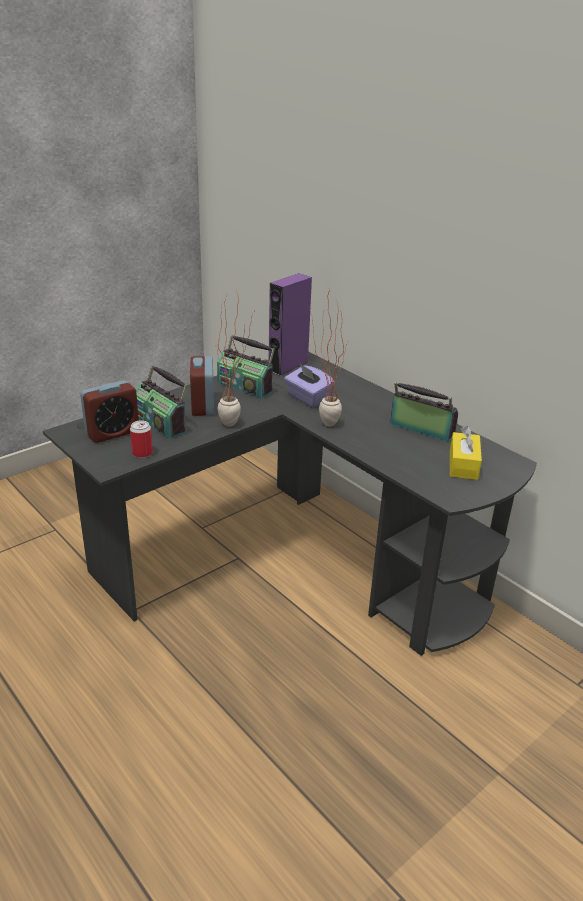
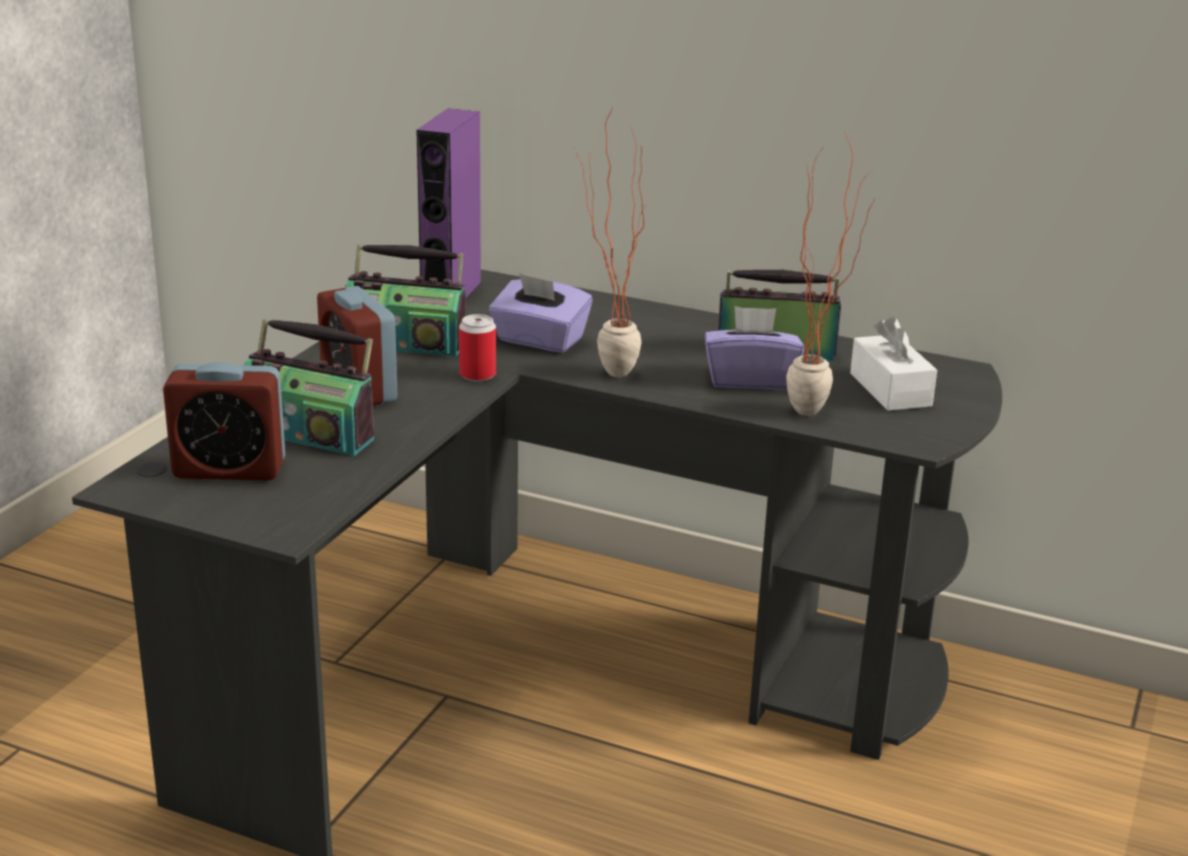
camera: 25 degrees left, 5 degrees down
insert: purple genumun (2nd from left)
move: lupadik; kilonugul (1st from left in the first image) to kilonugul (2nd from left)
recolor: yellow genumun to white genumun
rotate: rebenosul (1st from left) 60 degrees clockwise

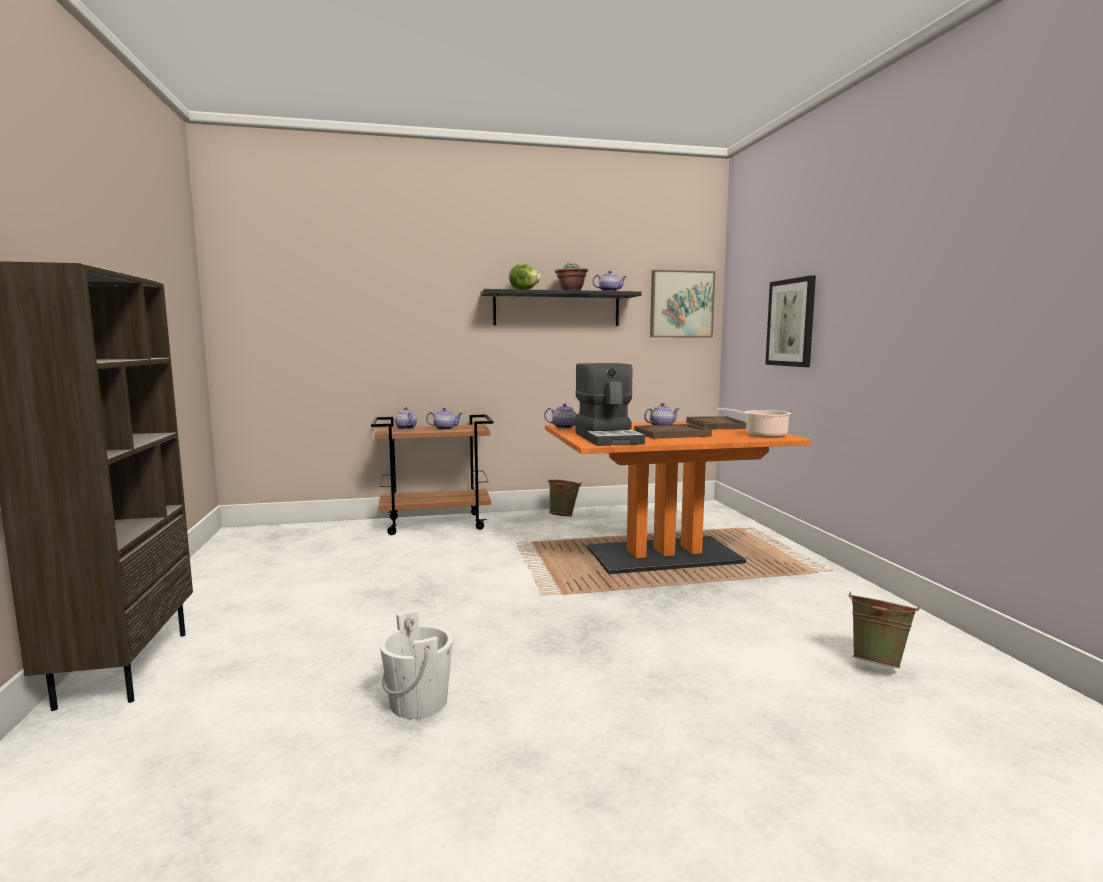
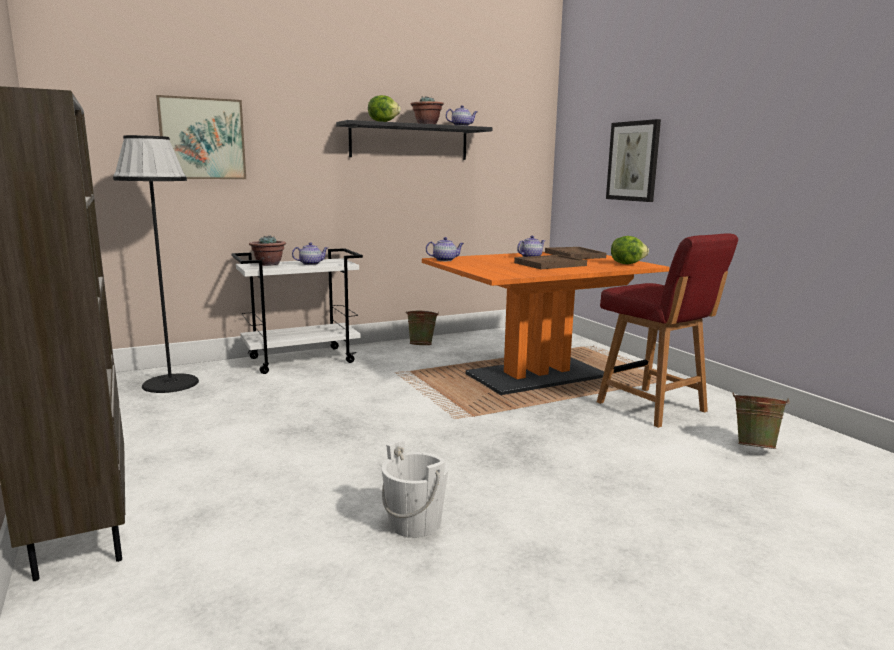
camera: 15 degrees left, 5 degrees up
delete: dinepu
insert: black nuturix; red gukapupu
move: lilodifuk (1st from left)
replace: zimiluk (1st from left) to kilonugul (1st from left); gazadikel to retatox (2nd from left)
recolor: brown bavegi to white bavegi

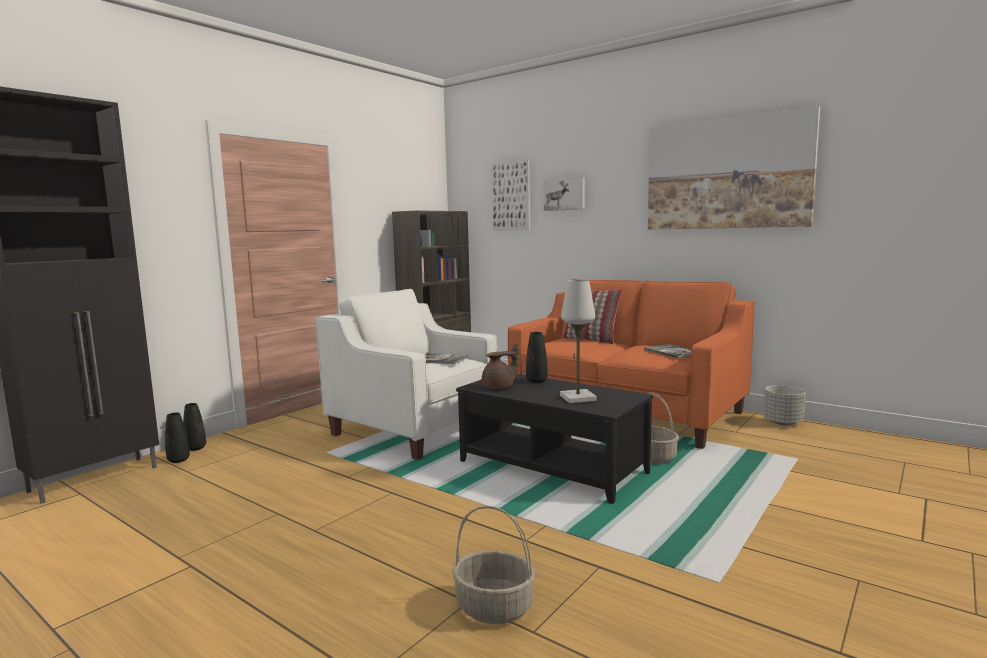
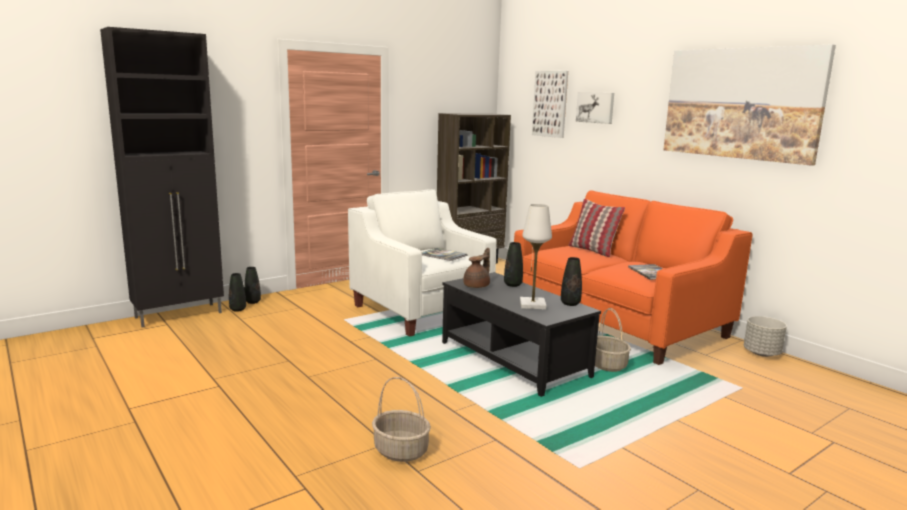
camera: 15 degrees right, 5 degrees up
insert: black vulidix (4th from left)
rotate: brown zimiluk 45 degrees counterclockwise

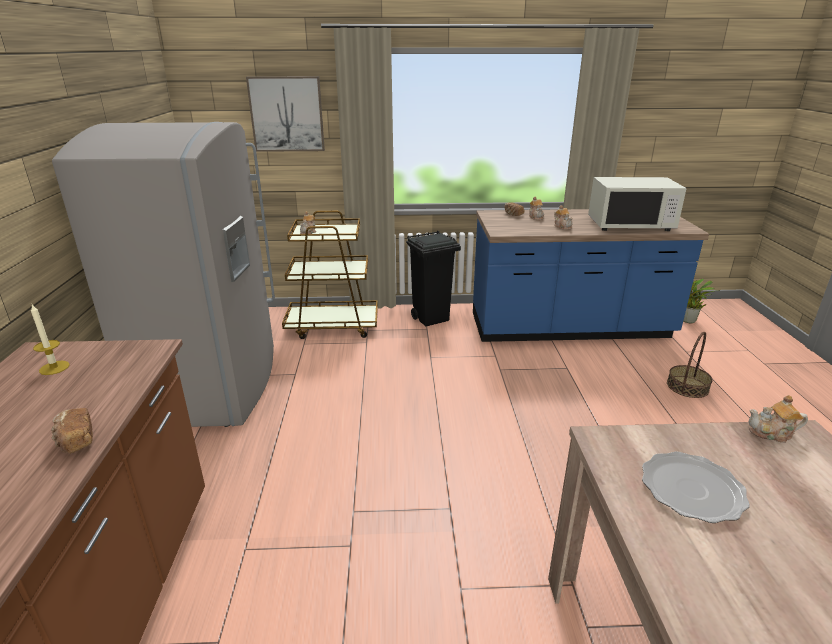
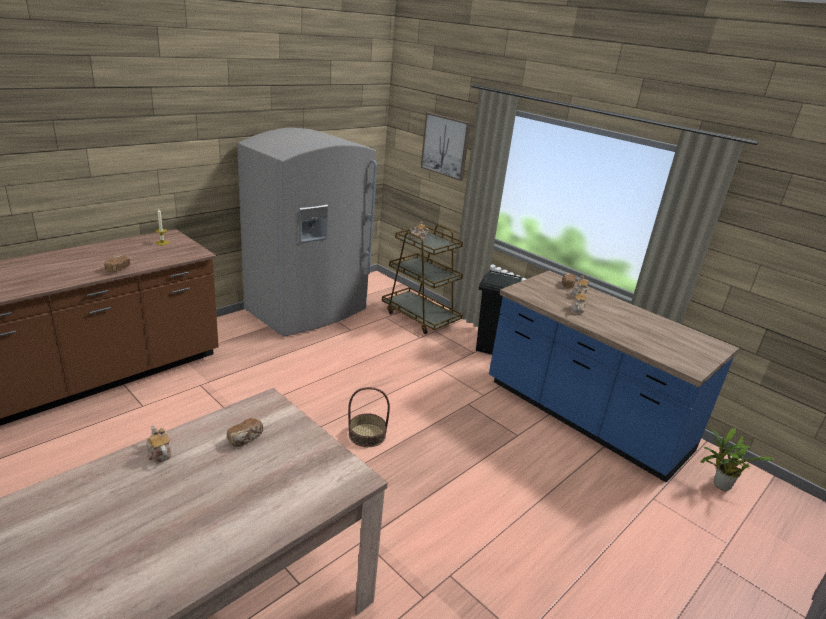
camera: 45 degrees right, 0 degrees up
delete: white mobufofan
move: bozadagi; zimiluk (4th from left in the first image) to zimiluk (1st from left)
replace: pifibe to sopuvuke (2nd from left)

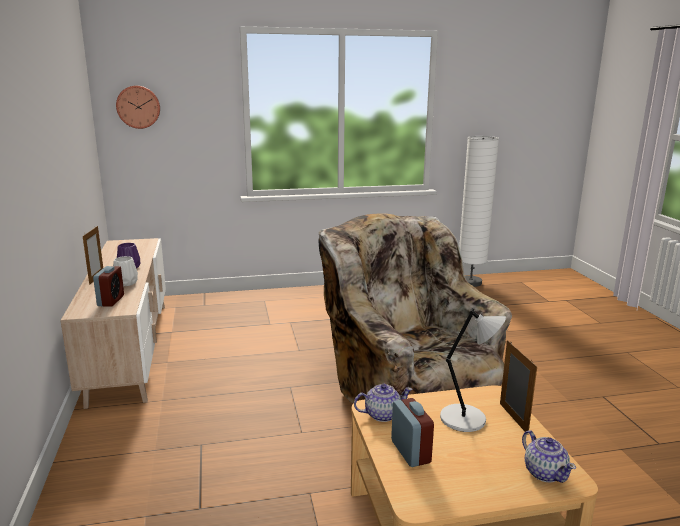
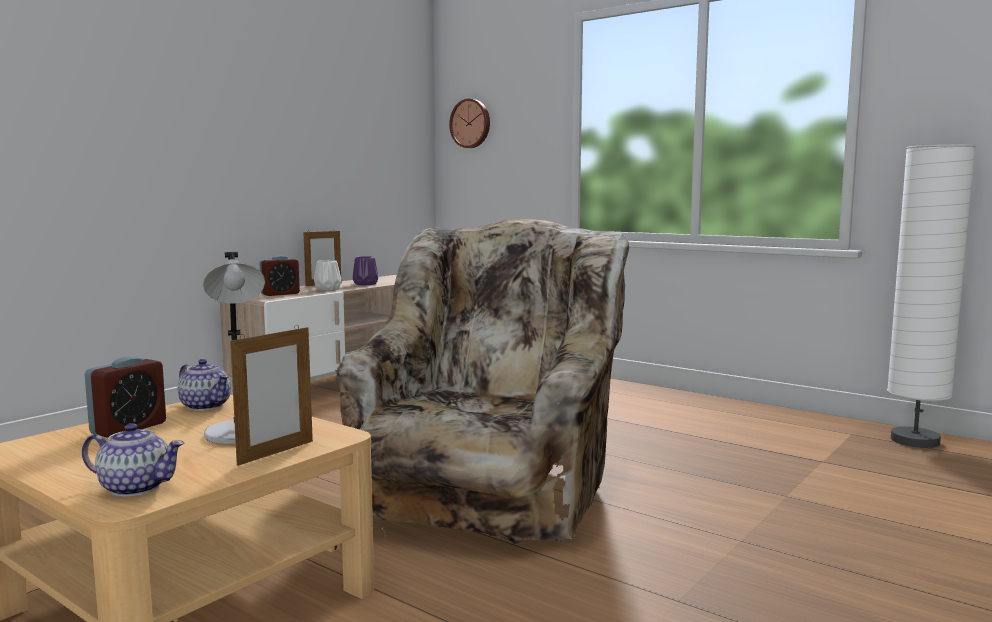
camera: 50 degrees right, 10 degrees down
rotate: zimiluk (2nd from left in the first image) 105 degrees counterclockwise

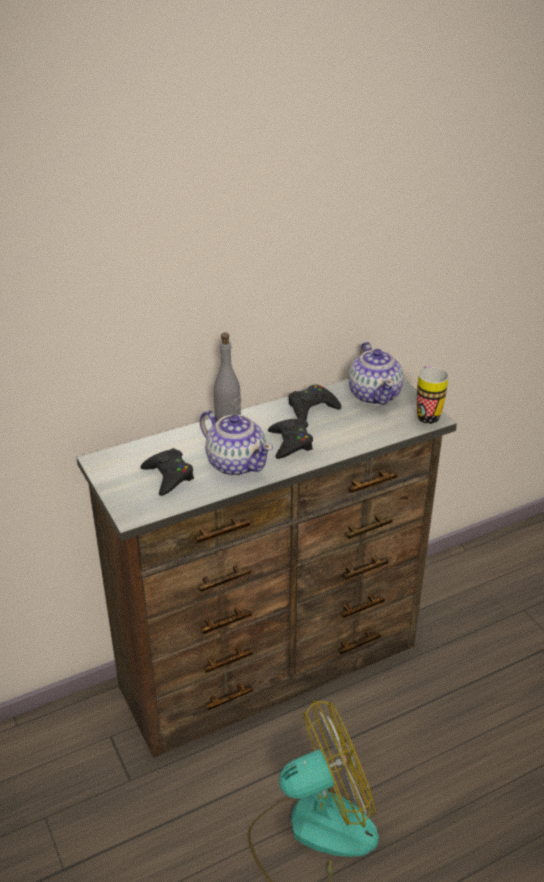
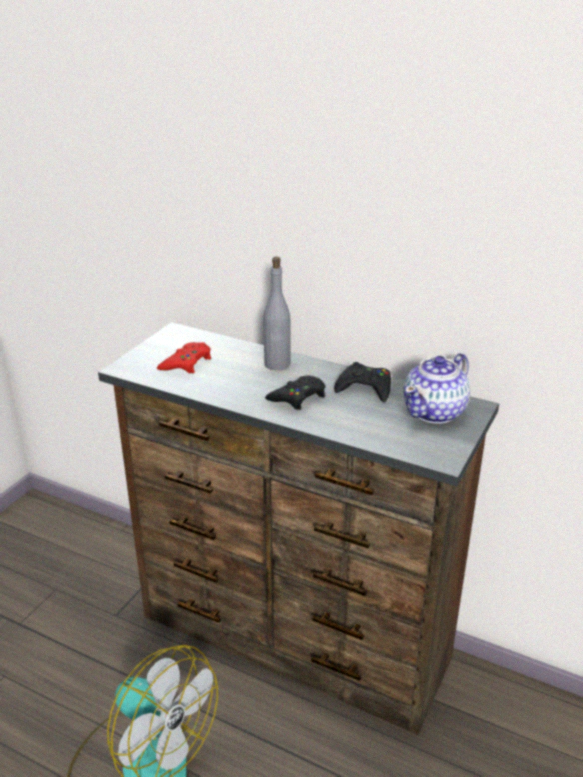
camera: 55 degrees right, 5 degrees down
delete: zimiluk (1st from left); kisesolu
recolor: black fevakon (1st from left) to red fevakon

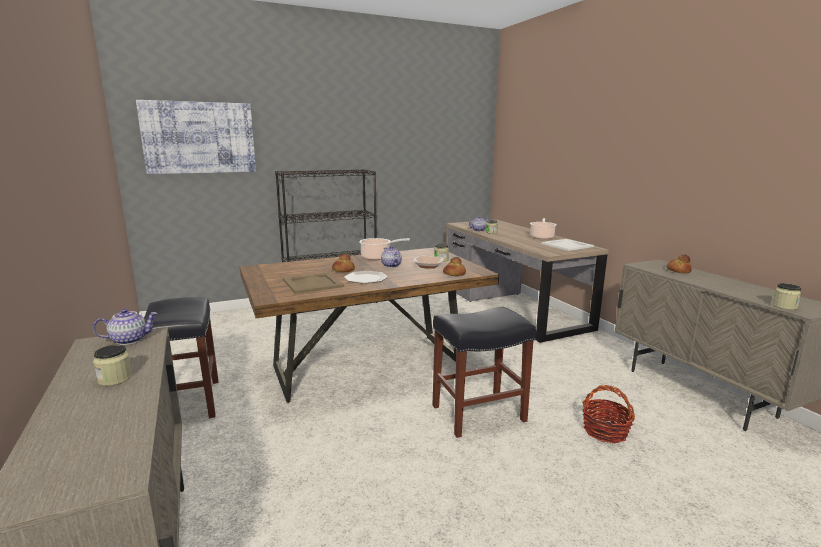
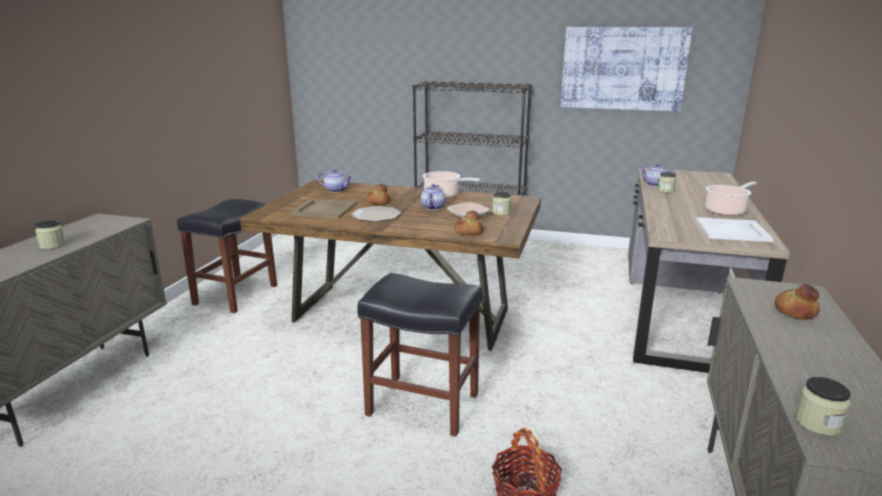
camera: 40 degrees right, 5 degrees up
move: zimiluk (1st from left); lilodifuk

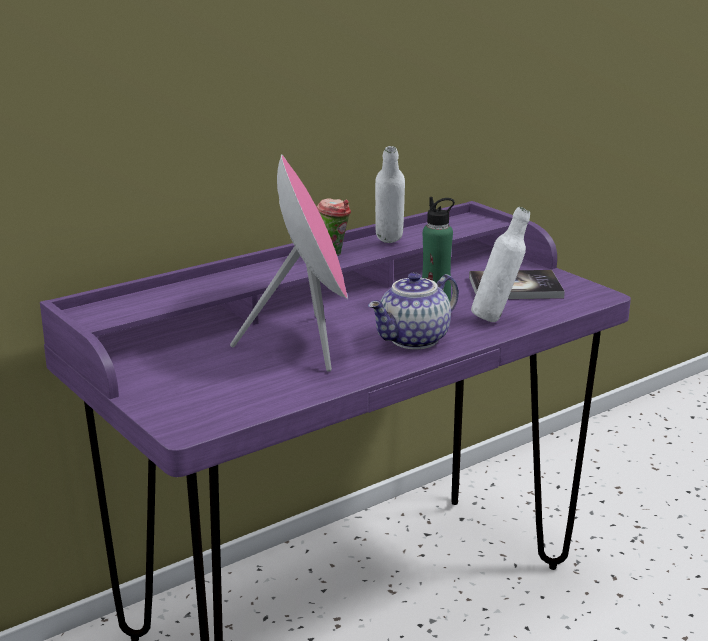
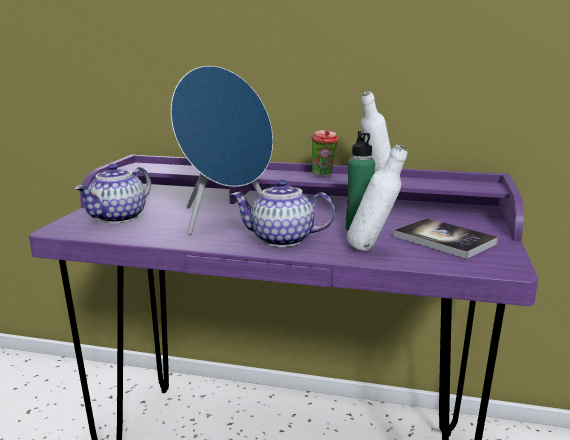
camera: 50 degrees right, 5 degrees down
insert: zimiluk (1st from left)
recolor: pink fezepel to blue fezepel

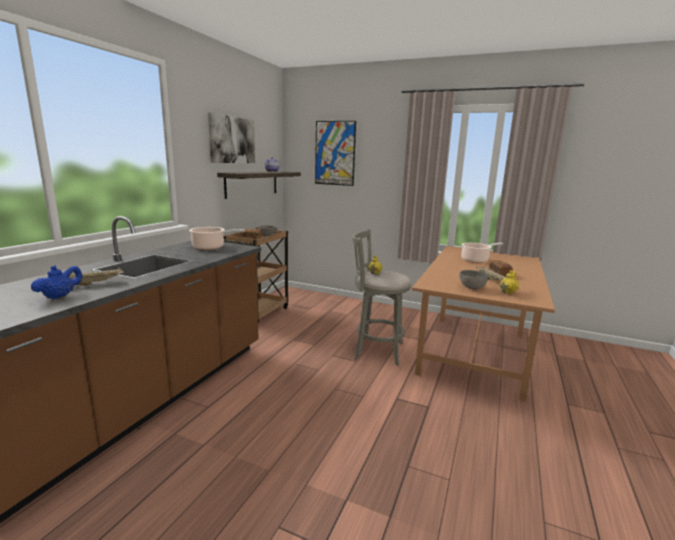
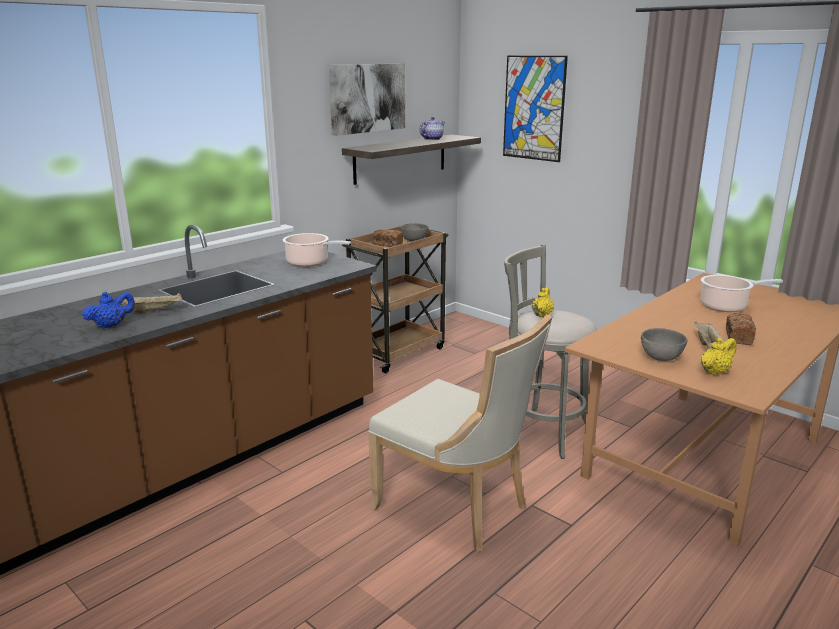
camera: 20 degrees right, 5 degrees up
insert: beige gukapupu

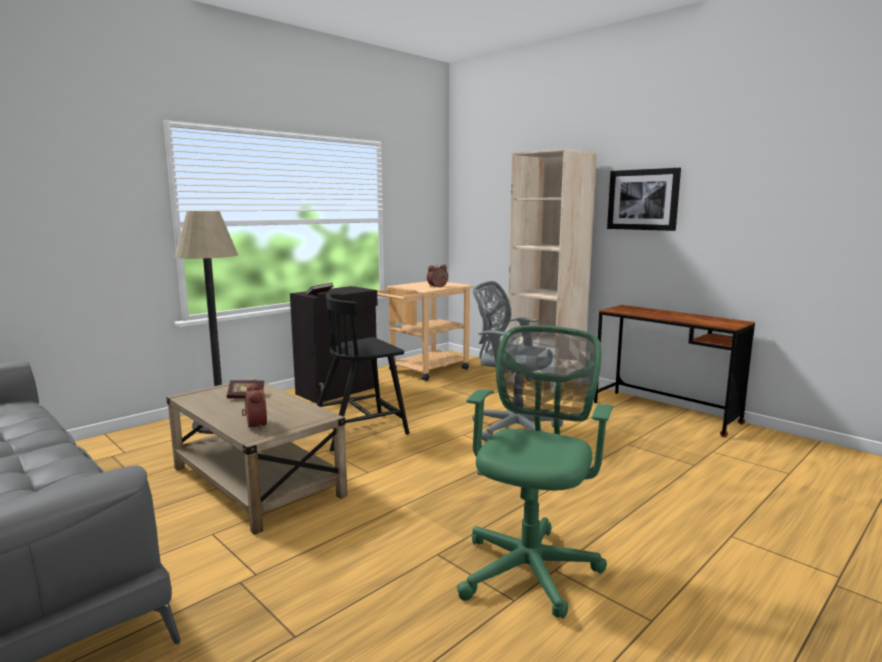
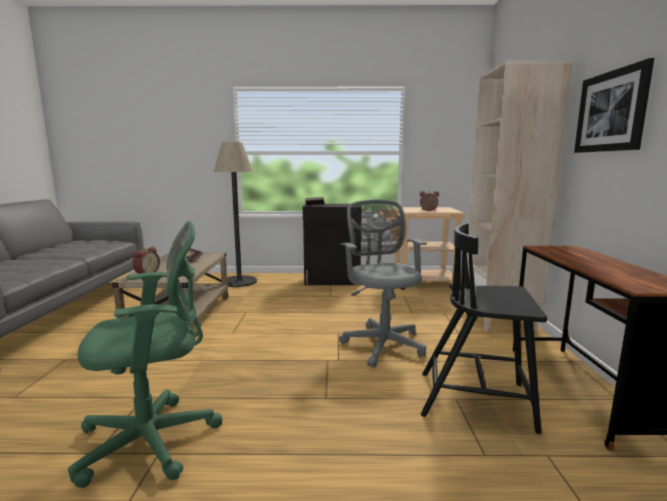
camera: 45 degrees right, 0 degrees up
move: black gukapupu

